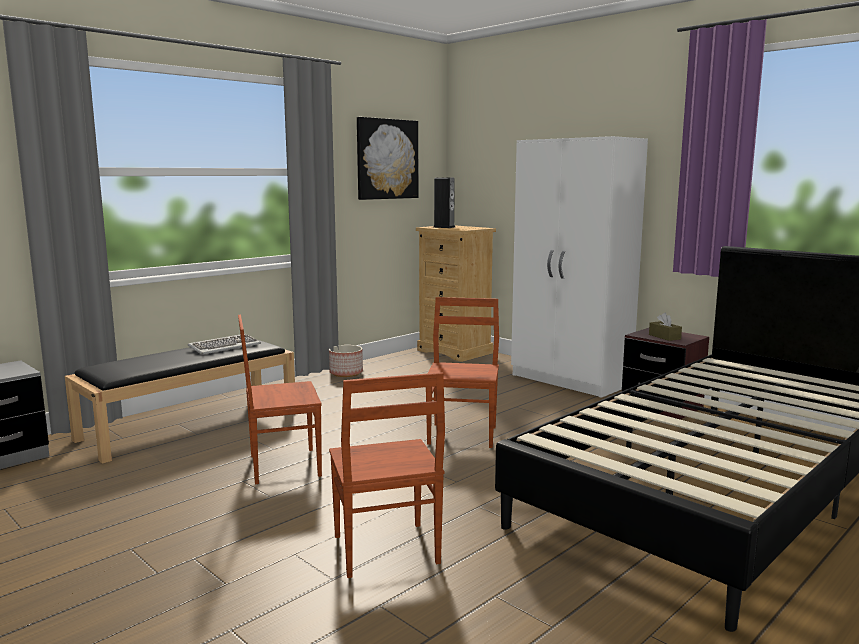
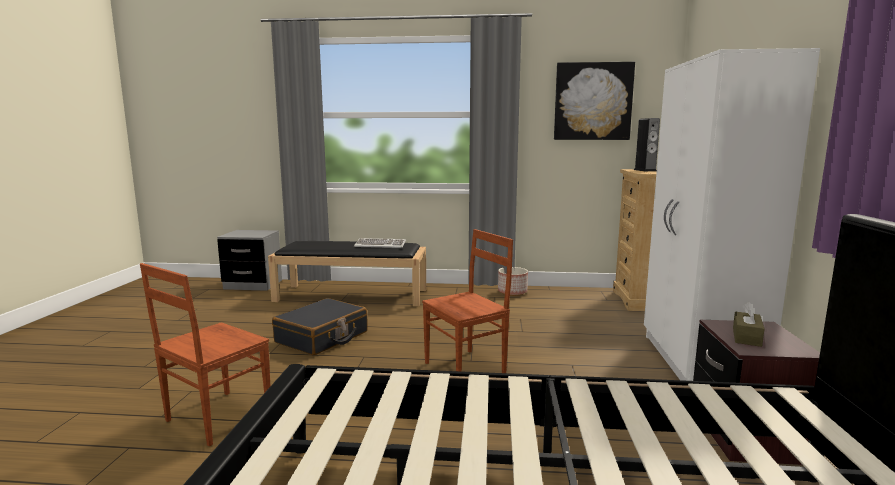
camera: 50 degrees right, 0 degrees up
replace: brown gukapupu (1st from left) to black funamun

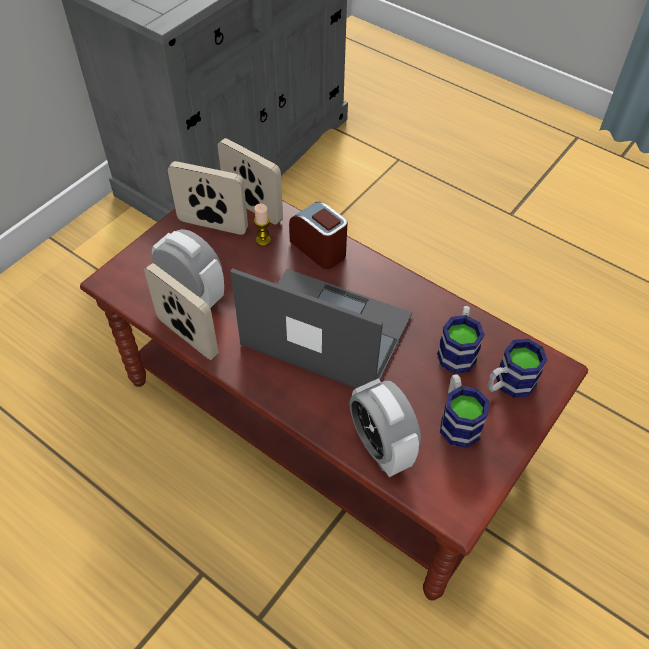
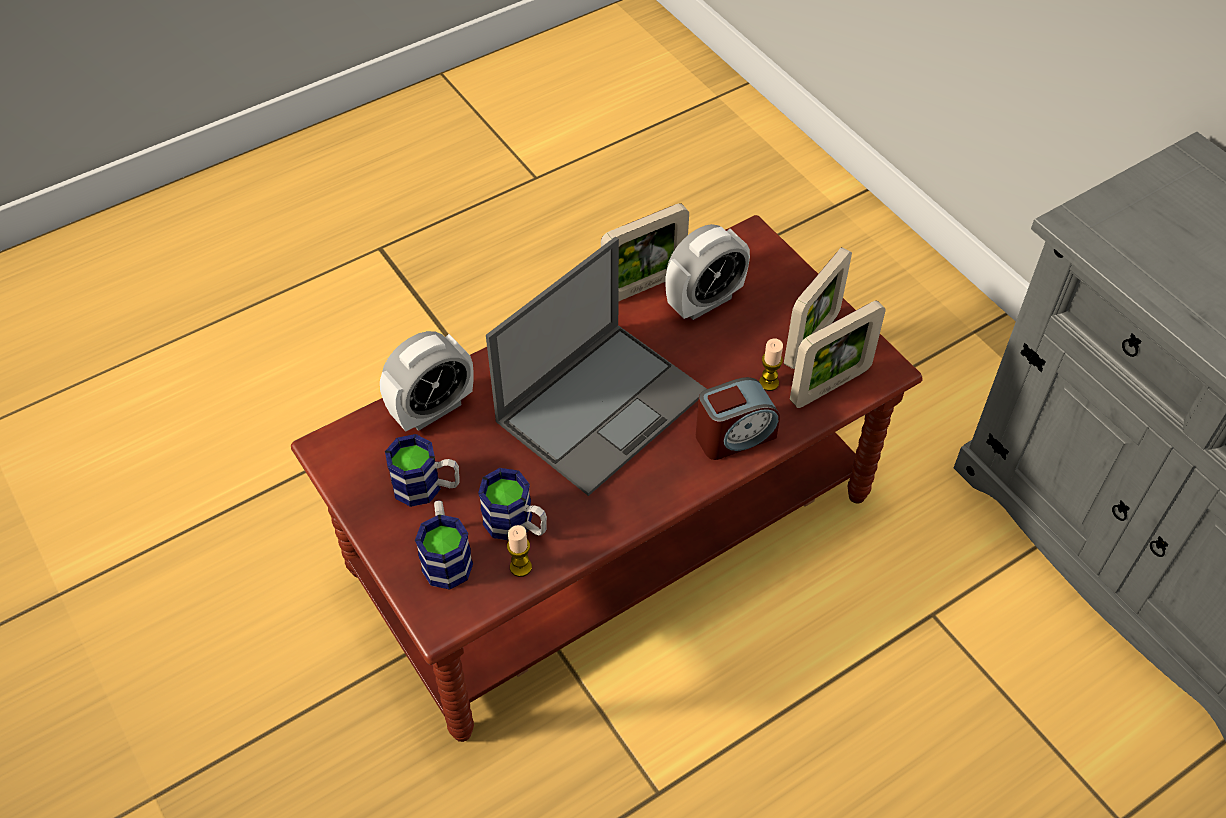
camera: 110 degrees right, 0 degrees up
insert: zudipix (1st from left)
rotate: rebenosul (3rd from left in the first image) 150 degrees clockwise

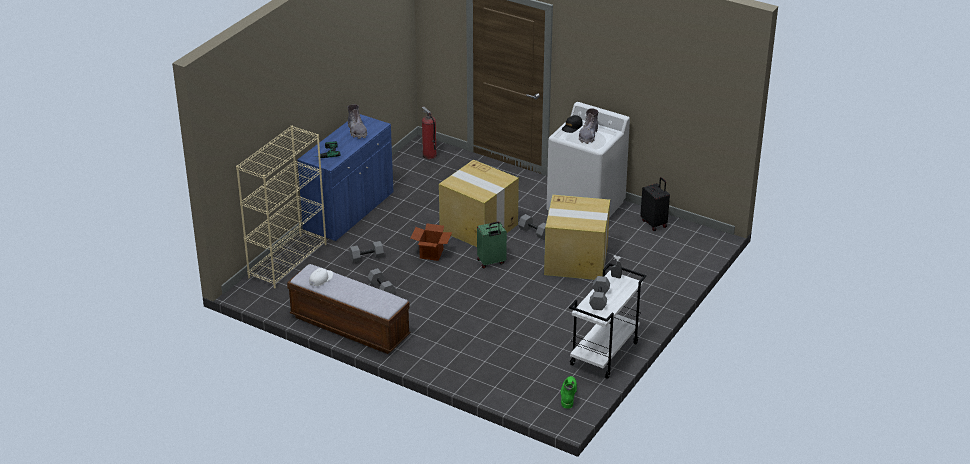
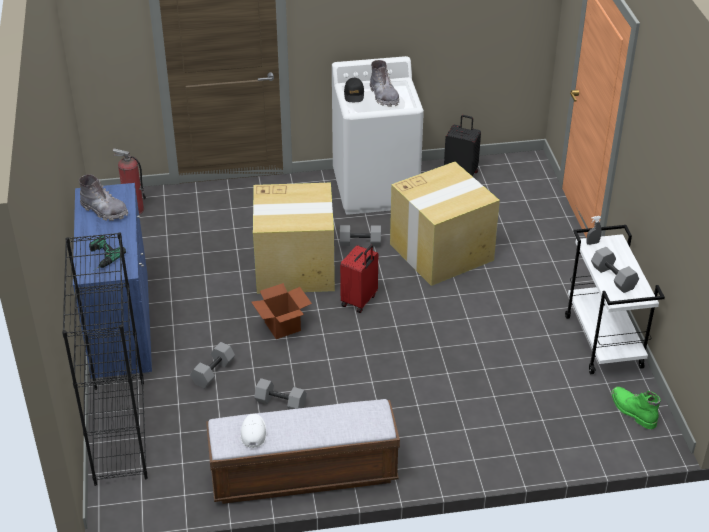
camera: 40 degrees left, 5 degrees up
recolor: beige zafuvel to black zafuvel; green funamun to red funamun

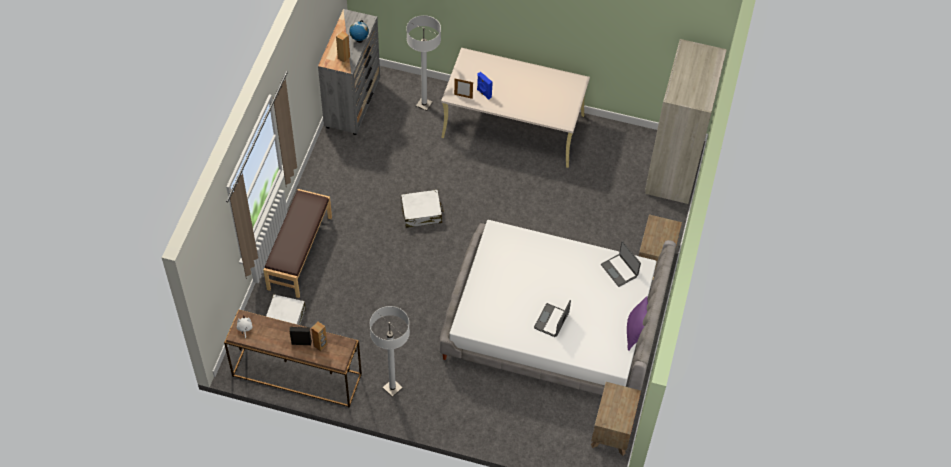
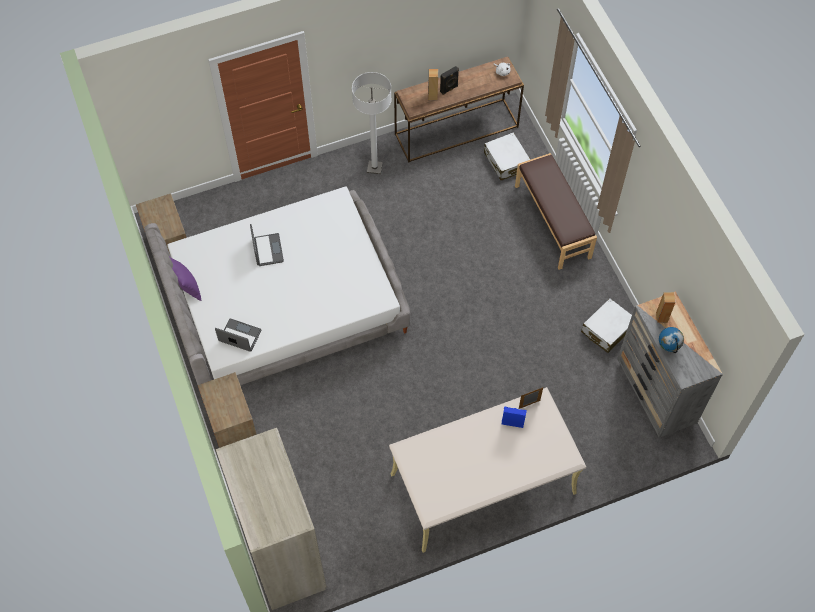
camera: 145 degrees right, 5 degrees up
delete: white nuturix (2nd from left)
move: white funamun (2nd from left)

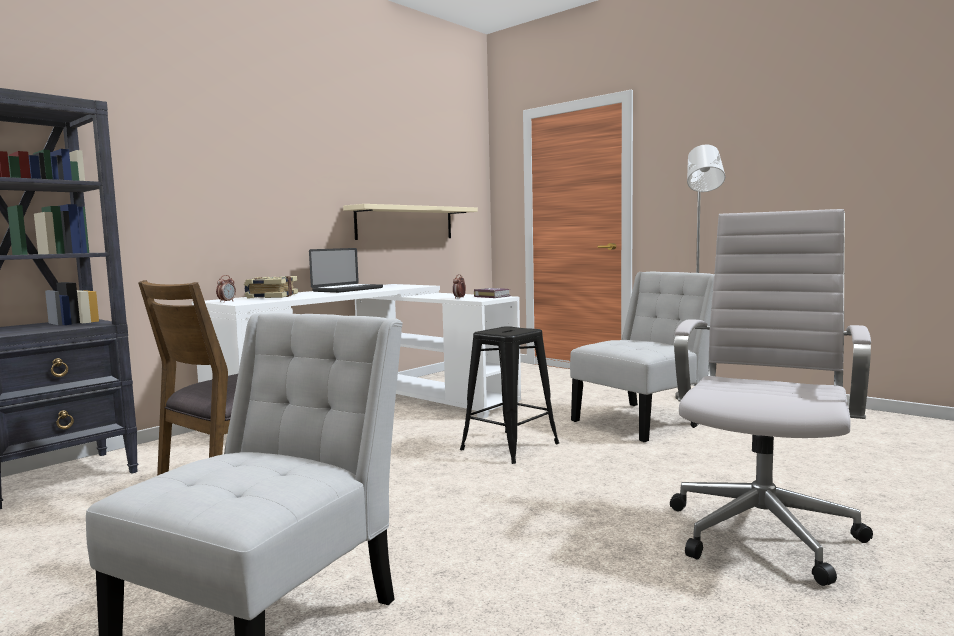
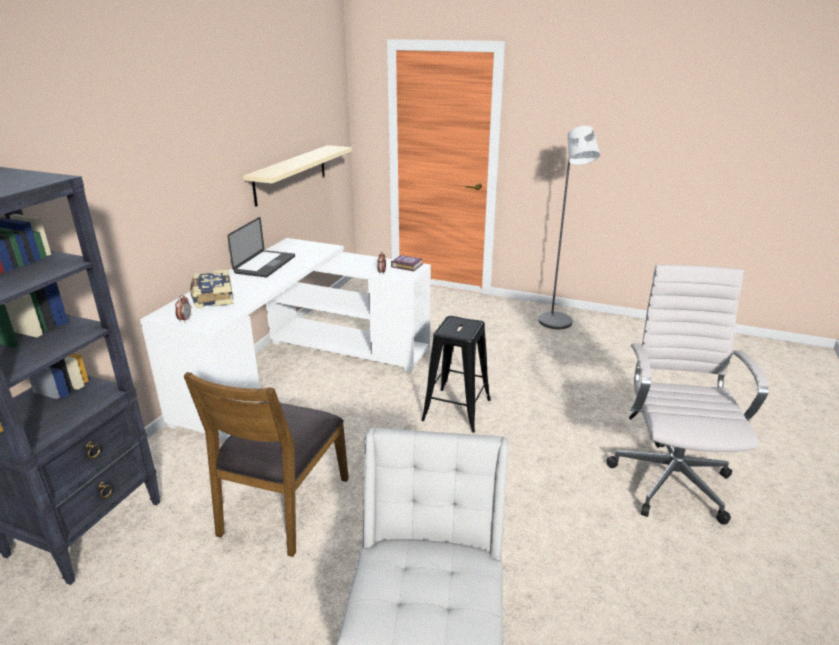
camera: 20 degrees left, 20 degrees up
delete: white gukapupu (2nd from left)

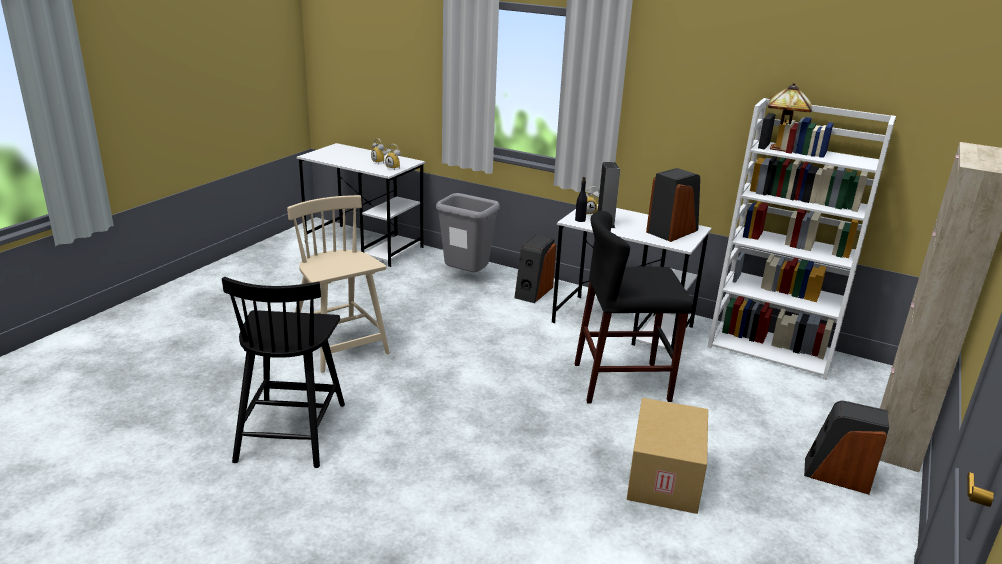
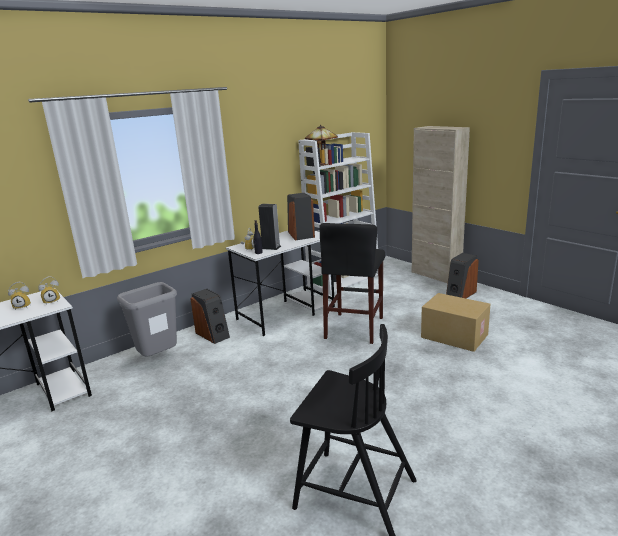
camera: 65 degrees left, 5 degrees down
delete: beige gukapupu

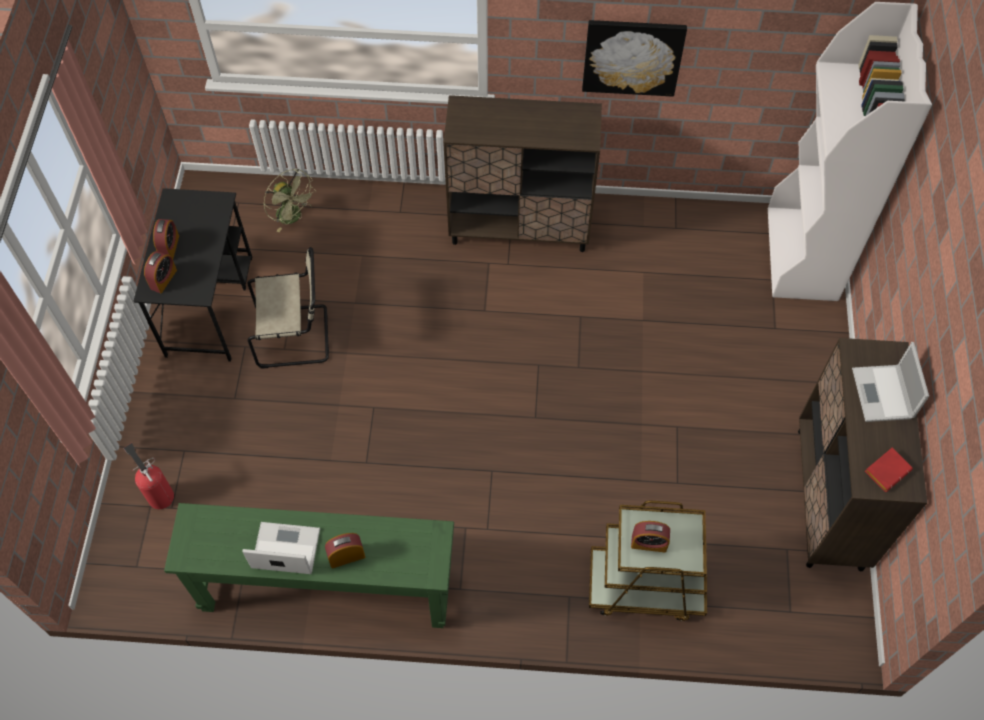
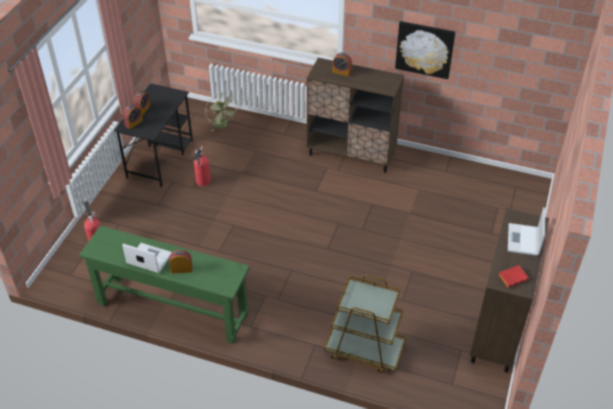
camera: 15 degrees right, 15 degrees down
delete: white zafuvel
move: rebenosul (4th from left)
replace: beige gukapupu to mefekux (2nd from left)

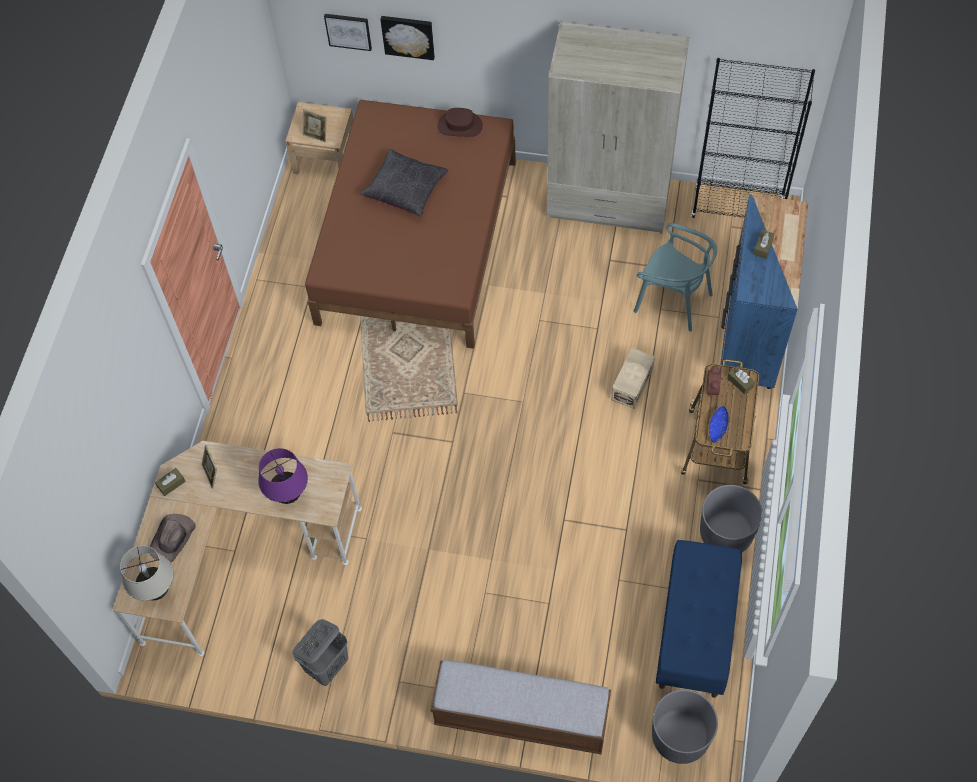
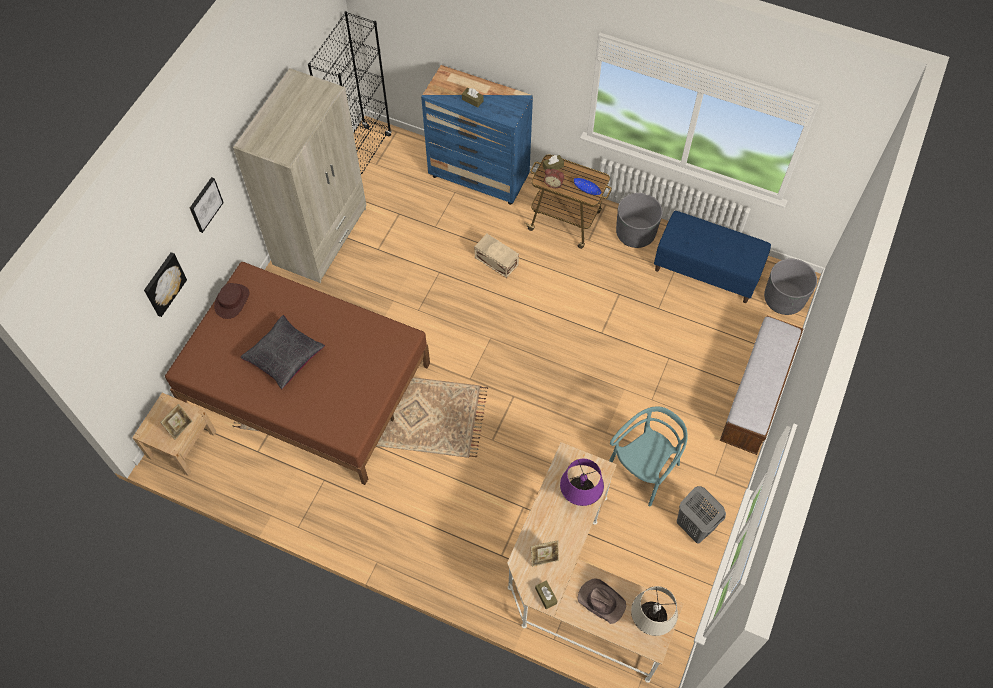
camera: 80 degrees left, 0 degrees up
move: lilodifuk (1st from left in the first image) to lilodifuk (2nd from left); turquoise gukapupu

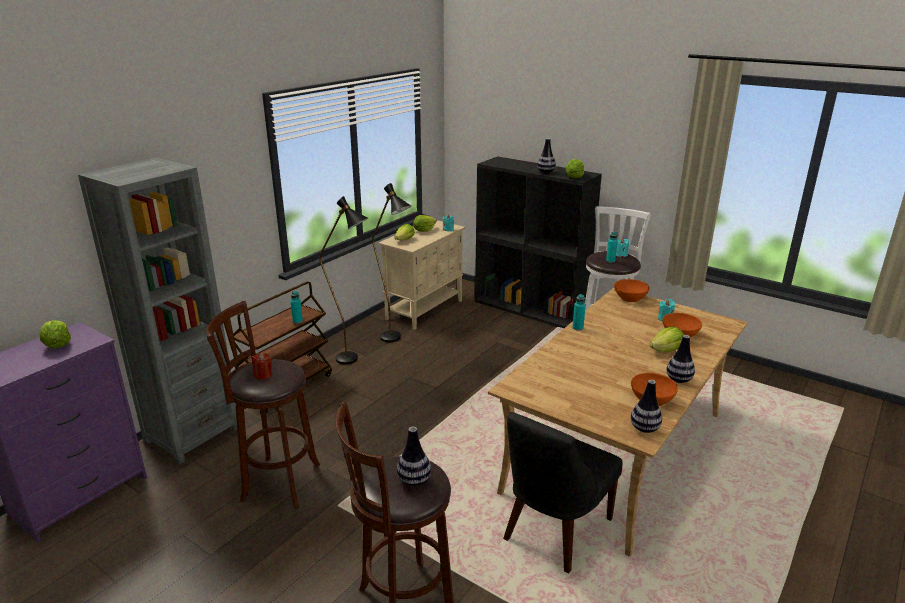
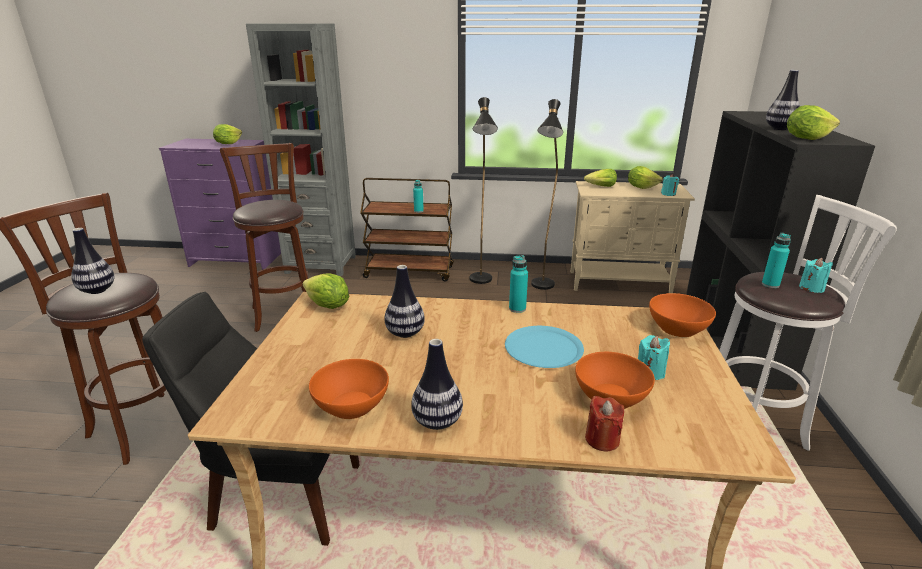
camera: 60 degrees right, 0 degrees up
insert: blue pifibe
move: red zudipix; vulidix (3rd from left in the first image) to vulidix (2nd from left); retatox (5th from left in the first image) to retatox (2nd from left)

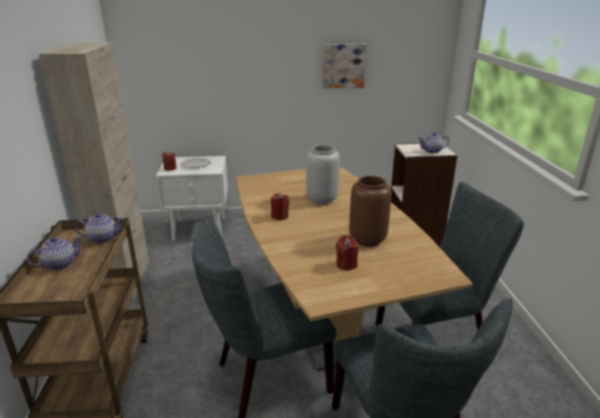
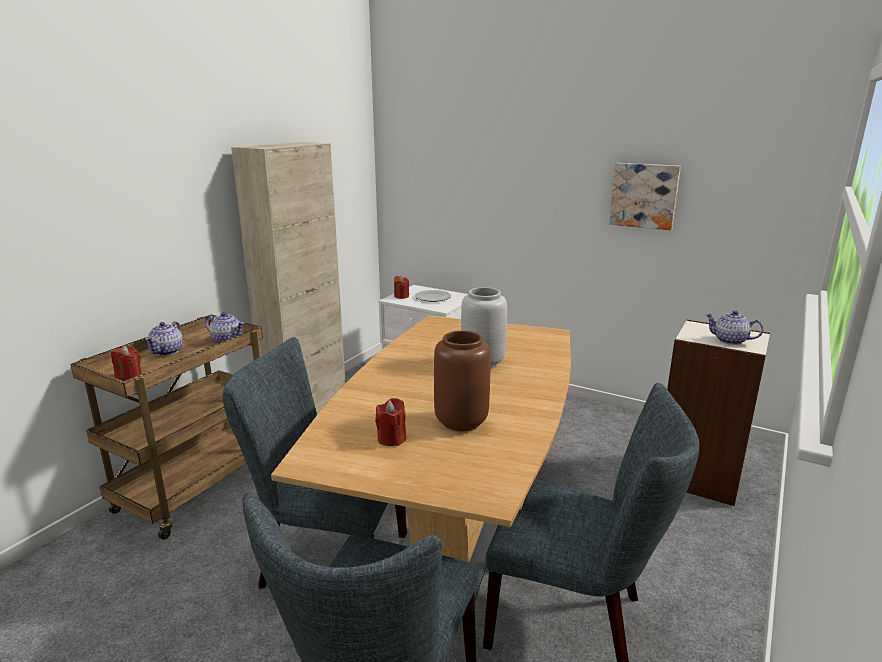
camera: 35 degrees right, 5 degrees down
move: red zudipix (2nd from left in the first image) to red zudipix (1st from left)
rotate: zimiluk (1st from left) 105 degrees clockwise

